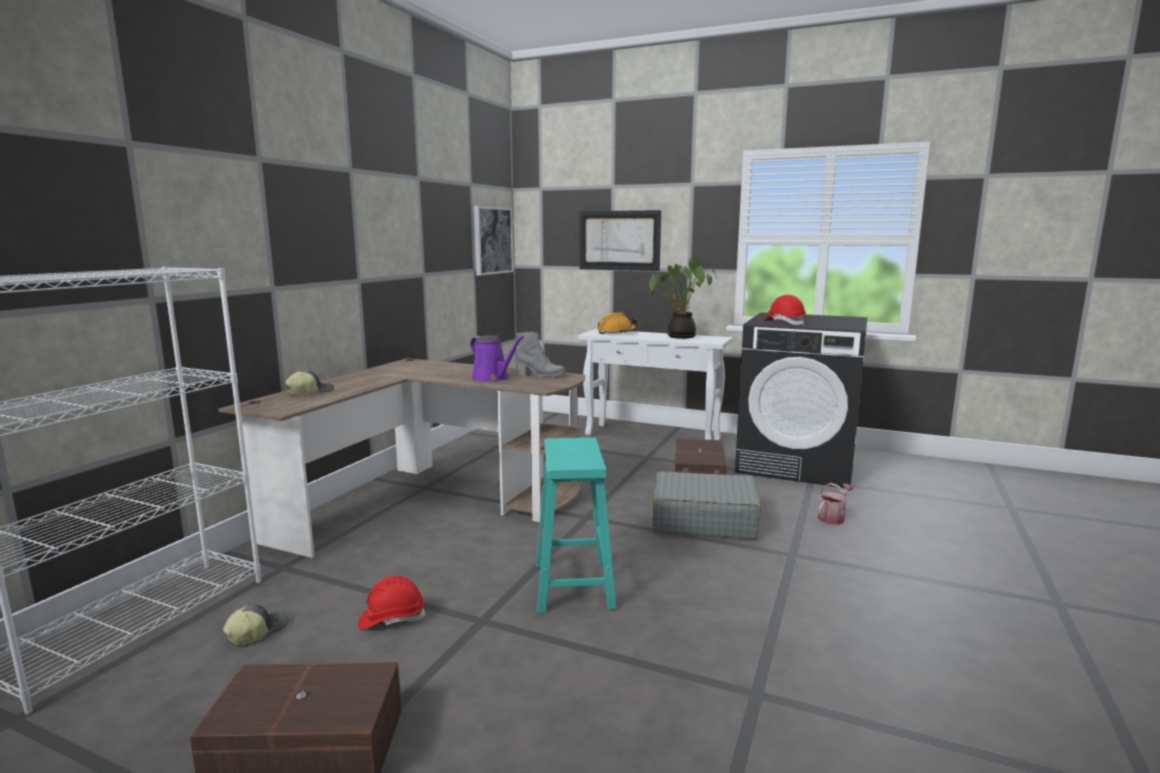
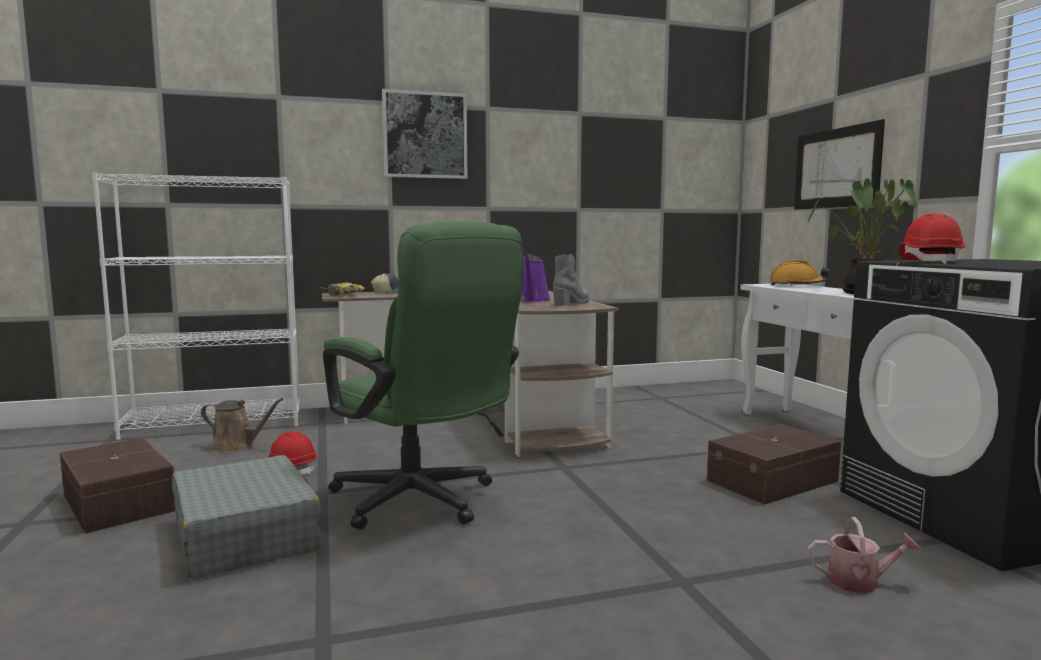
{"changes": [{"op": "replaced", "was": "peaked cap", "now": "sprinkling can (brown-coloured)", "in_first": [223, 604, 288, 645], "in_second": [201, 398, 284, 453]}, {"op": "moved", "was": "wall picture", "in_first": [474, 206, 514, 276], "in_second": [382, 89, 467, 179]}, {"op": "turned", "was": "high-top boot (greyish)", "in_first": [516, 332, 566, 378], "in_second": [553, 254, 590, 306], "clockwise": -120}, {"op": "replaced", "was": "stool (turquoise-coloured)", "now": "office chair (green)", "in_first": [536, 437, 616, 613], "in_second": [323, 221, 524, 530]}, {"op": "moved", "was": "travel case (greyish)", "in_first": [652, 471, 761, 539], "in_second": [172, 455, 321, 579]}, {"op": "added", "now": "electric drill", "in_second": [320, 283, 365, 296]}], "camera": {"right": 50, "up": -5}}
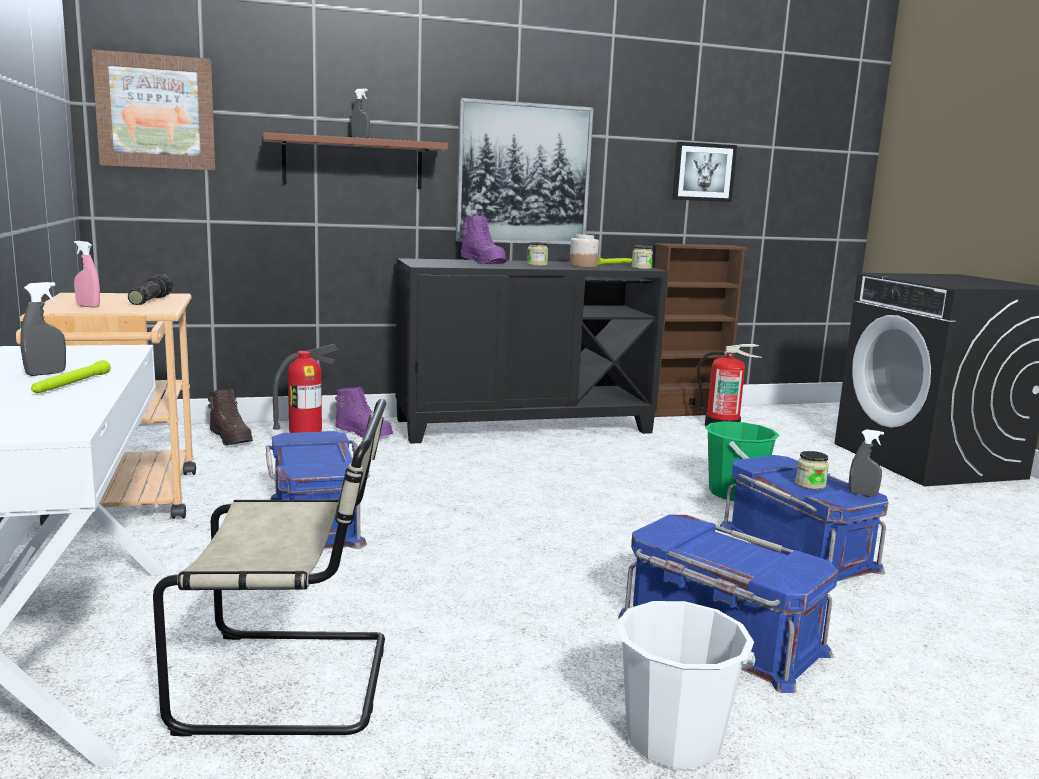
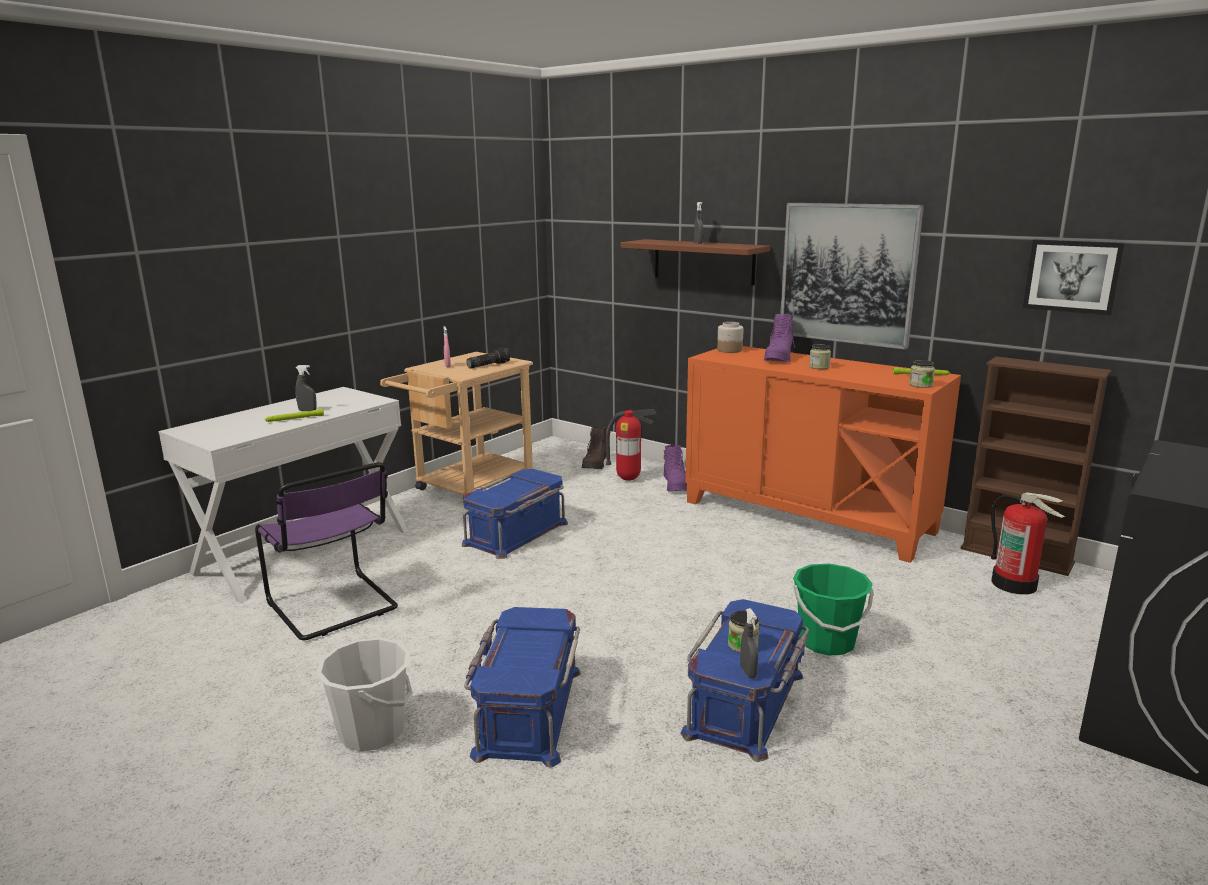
{"changes": [{"op": "removed", "was": "wall picture", "in_first": [92, 49, 215, 170]}, {"op": "recoloured", "was": "chair (beige)", "now": "chair (purple)", "in_first": [153, 399, 386, 736], "in_second": [255, 462, 398, 640]}, {"op": "recoloured", "was": "storage cabinet (black)", "now": "storage cabinet (orange)", "in_first": [396, 258, 668, 444], "in_second": [685, 346, 961, 563]}, {"op": "moved", "was": "preserve jar", "in_first": [570, 234, 599, 267], "in_second": [717, 322, 744, 353]}], "camera": {"right": 55, "up": 5}}
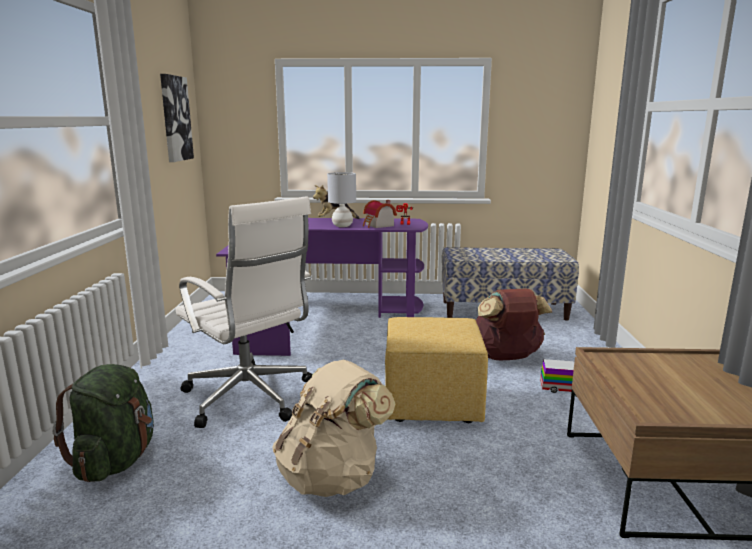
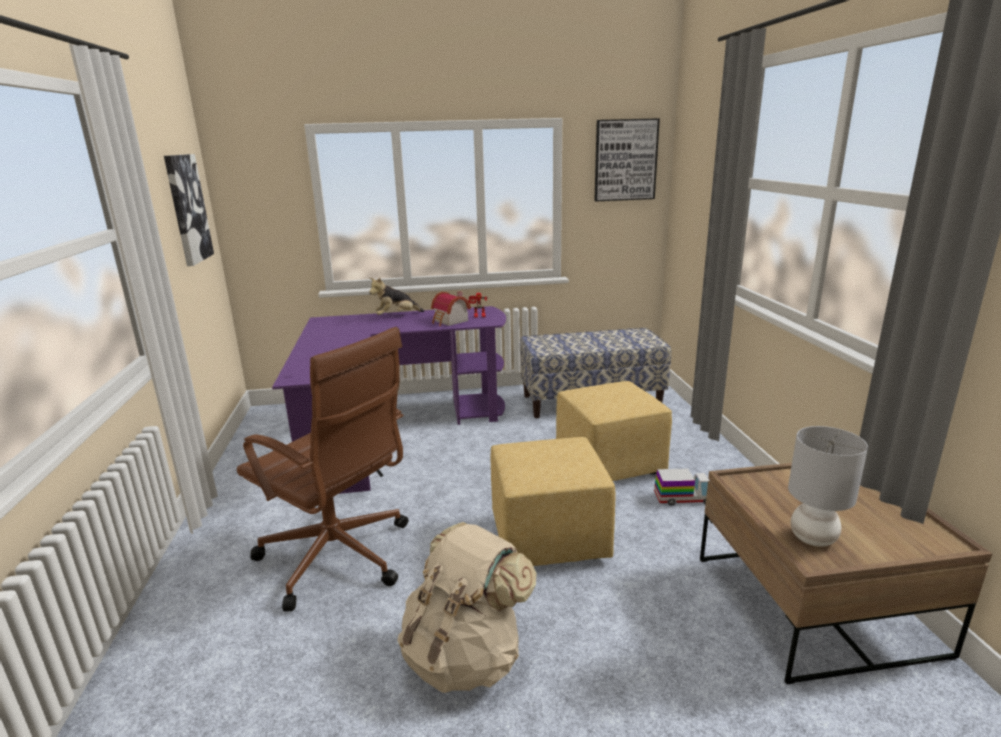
{"changes": [{"op": "removed", "was": "rucksack (green)", "in_first": [53, 364, 154, 482]}, {"op": "recoloured", "was": "office chair (whitish)", "now": "office chair (brown-coloured)", "in_first": [176, 196, 313, 428], "in_second": [237, 327, 408, 612]}, {"op": "moved", "was": "table lamp (greyish)", "in_first": [327, 172, 356, 227], "in_second": [788, 426, 868, 547]}, {"op": "replaced", "was": "rucksack (brown-coloured)", "now": "footrest (yellow)", "in_first": [476, 289, 552, 360], "in_second": [556, 381, 672, 481]}, {"op": "added", "now": "wall picture", "in_second": [594, 118, 660, 201]}], "camera": {"right": -10, "up": 5}}
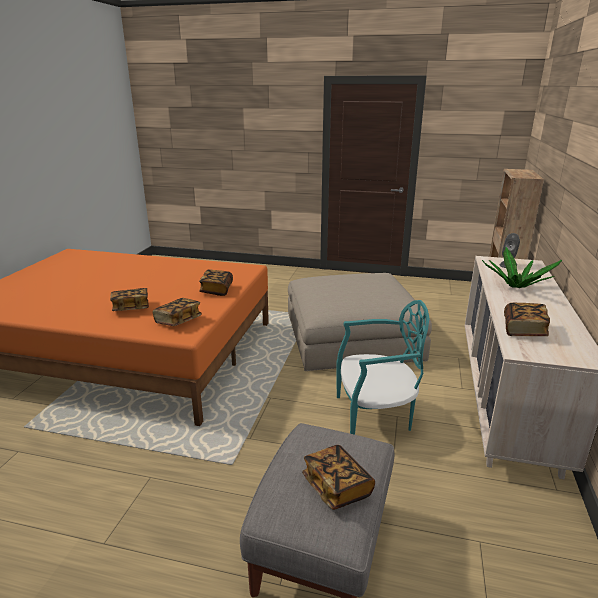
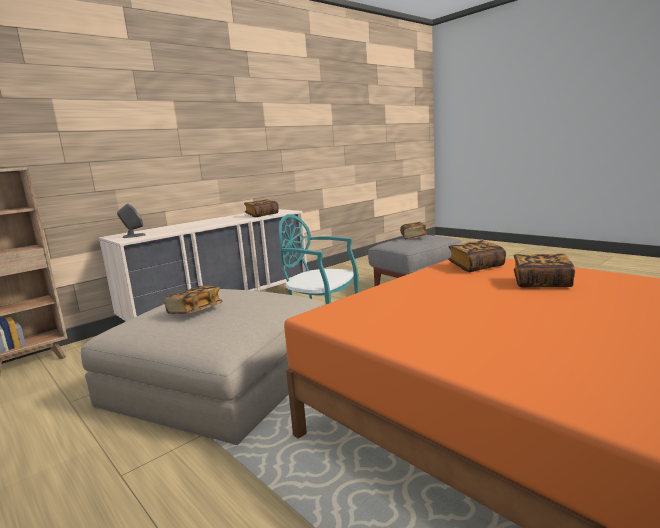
{"changes": [{"op": "moved", "was": "volume", "in_first": [199, 269, 233, 296], "in_second": [164, 286, 222, 314]}, {"op": "removed", "was": "houseplant", "in_first": [482, 247, 562, 288]}], "camera": {"right": -145, "up": -10}}
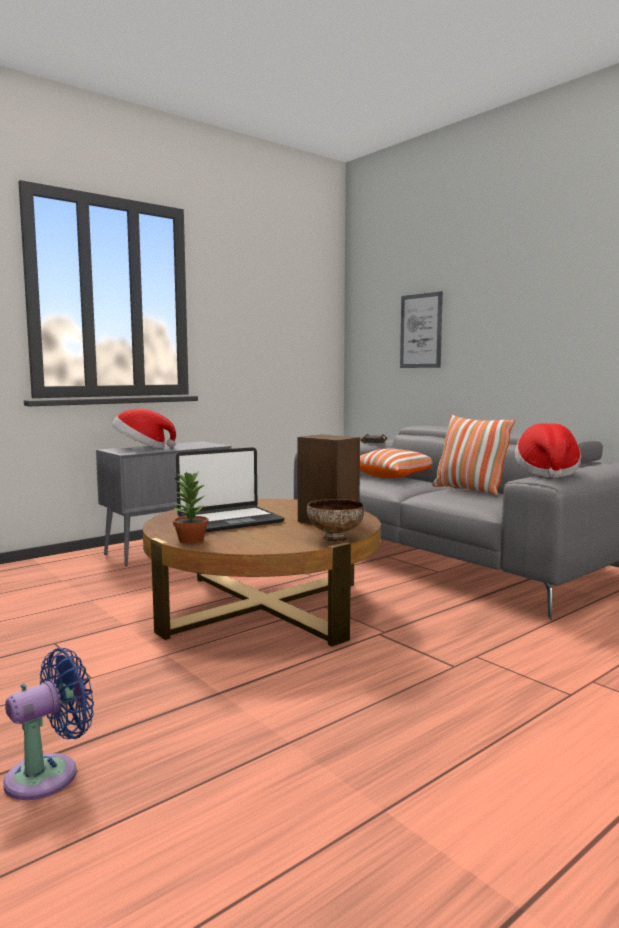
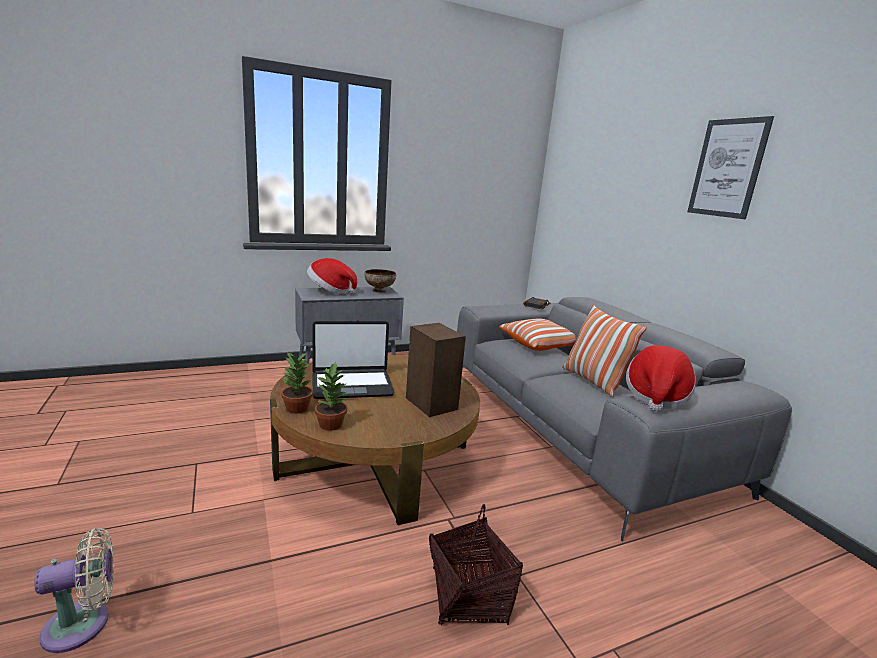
{"changes": [{"op": "recoloured", "was": "fan (bluish)", "now": "fan (beige)", "in_first": [3, 648, 94, 800], "in_second": [34, 528, 114, 653]}, {"op": "moved", "was": "serving bowl", "in_first": [307, 499, 364, 542], "in_second": [364, 269, 396, 293]}, {"op": "moved", "was": "wall picture", "in_first": [400, 291, 443, 368], "in_second": [687, 116, 774, 219]}, {"op": "added", "now": "houseplant", "in_second": [315, 362, 347, 431]}, {"op": "added", "now": "basket", "in_second": [429, 504, 523, 625]}], "camera": {"right": 15, "up": 10}}
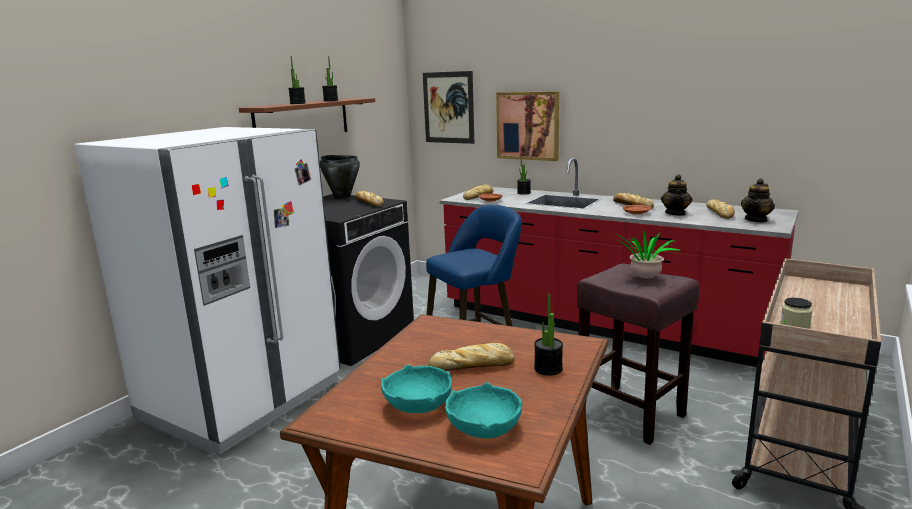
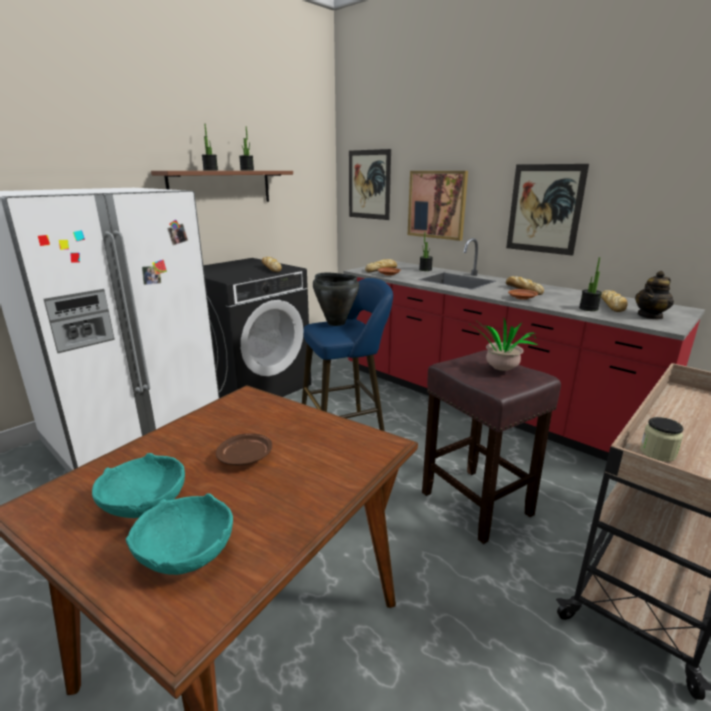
{"changes": [{"op": "moved", "was": "stockpot (black)", "in_first": [320, 155, 360, 199], "in_second": [313, 273, 359, 326]}, {"op": "replaced", "was": "baked bread", "now": "plate (brown-coloured)", "in_first": [428, 343, 515, 371], "in_second": [216, 434, 272, 466]}, {"op": "moved", "was": "houseplant", "in_first": [534, 293, 563, 376], "in_second": [579, 257, 602, 311]}, {"op": "removed", "was": "pot for tea", "in_first": [661, 174, 692, 216]}, {"op": "added", "now": "wall picture", "in_second": [506, 164, 589, 256]}], "camera": {"right": 10, "up": 5}}
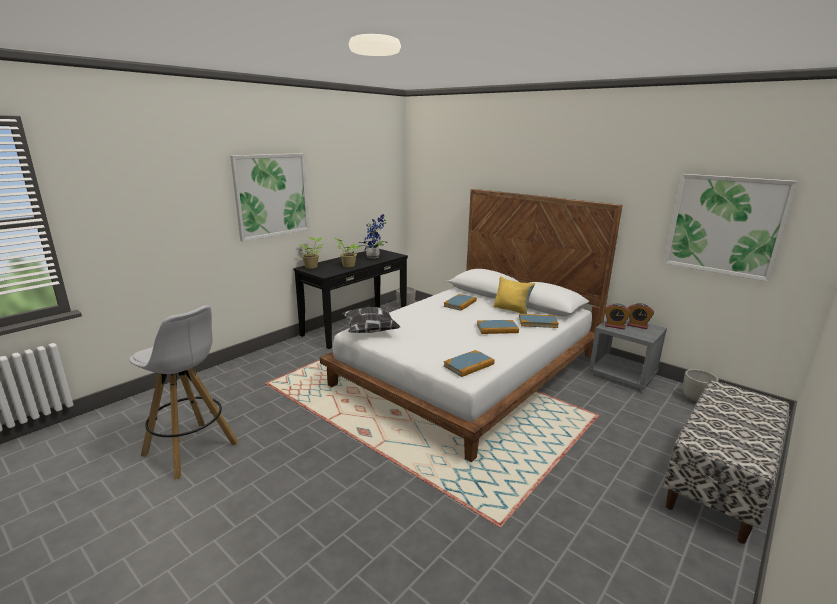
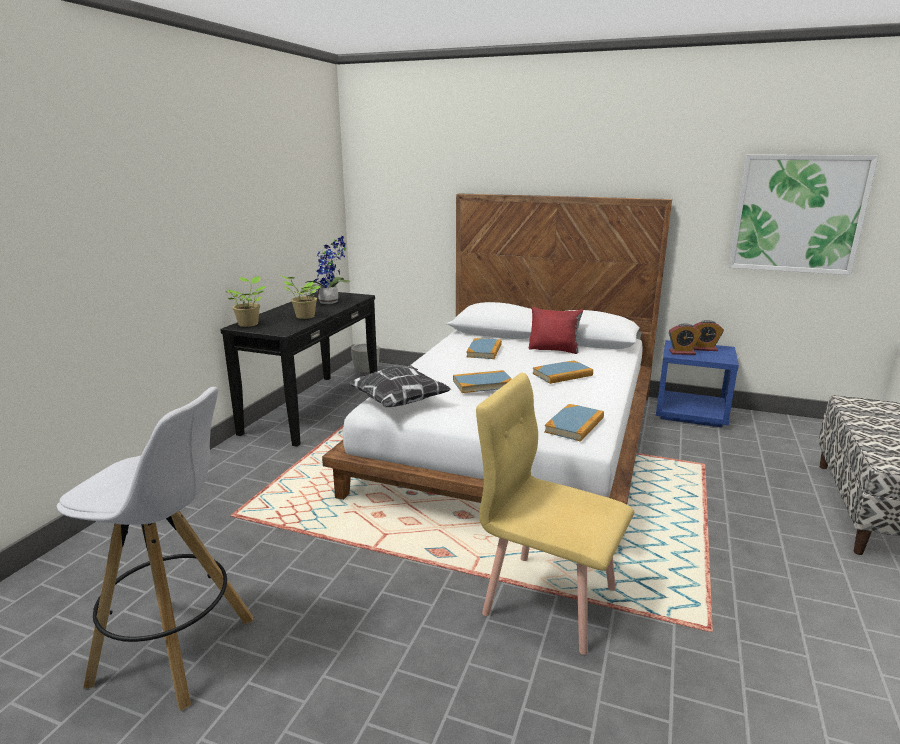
{"changes": [{"op": "removed", "was": "wall picture", "in_first": [230, 153, 310, 242]}, {"op": "recoloured", "was": "cushion (yellow)", "now": "cushion (red-coloured)", "in_first": [493, 276, 535, 314], "in_second": [529, 307, 583, 354]}, {"op": "moved", "was": "volume", "in_first": [519, 314, 559, 328], "in_second": [453, 370, 512, 393]}, {"op": "recoloured", "was": "bedside table (greyish)", "now": "bedside table (bluish)", "in_first": [589, 318, 667, 391], "in_second": [656, 340, 739, 427]}, {"op": "removed", "was": "flower pot (greyish)", "in_first": [683, 369, 719, 403]}, {"op": "added", "now": "chair (yellow)", "in_second": [476, 373, 634, 655]}], "camera": {"right": -20, "up": 0}}
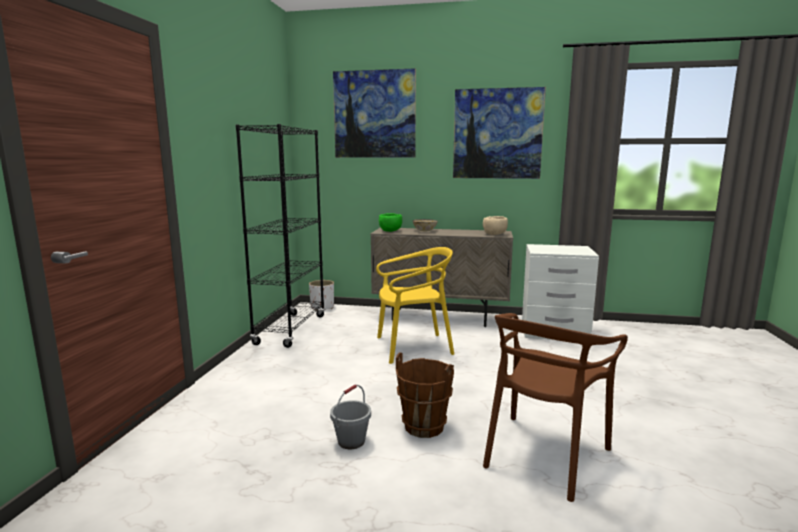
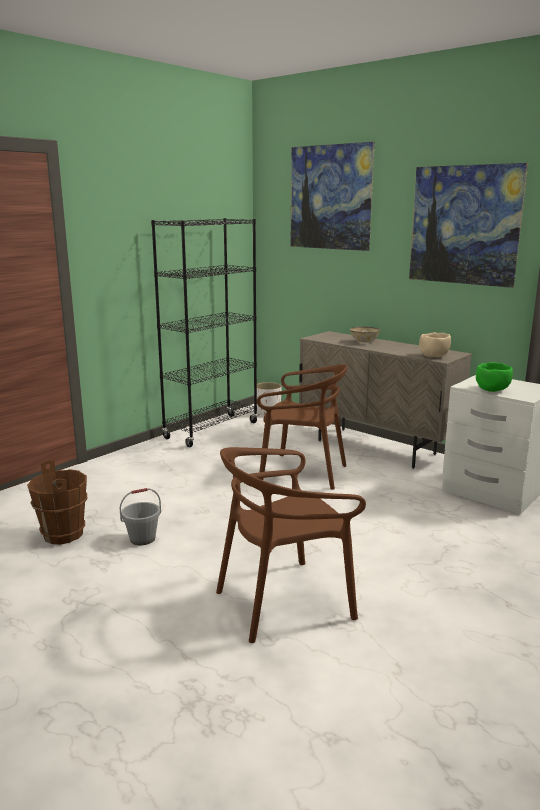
{"changes": [{"op": "recoloured", "was": "chair (yellow)", "now": "chair (brown-coloured)", "in_first": [376, 247, 454, 364], "in_second": [257, 364, 348, 490]}, {"op": "moved", "was": "serving bowl (green)", "in_first": [379, 213, 402, 232], "in_second": [476, 362, 513, 392]}, {"op": "moved", "was": "pail (brown-coloured)", "in_first": [396, 352, 454, 438], "in_second": [27, 459, 87, 544]}], "camera": {"right": 30, "up": 5}}
